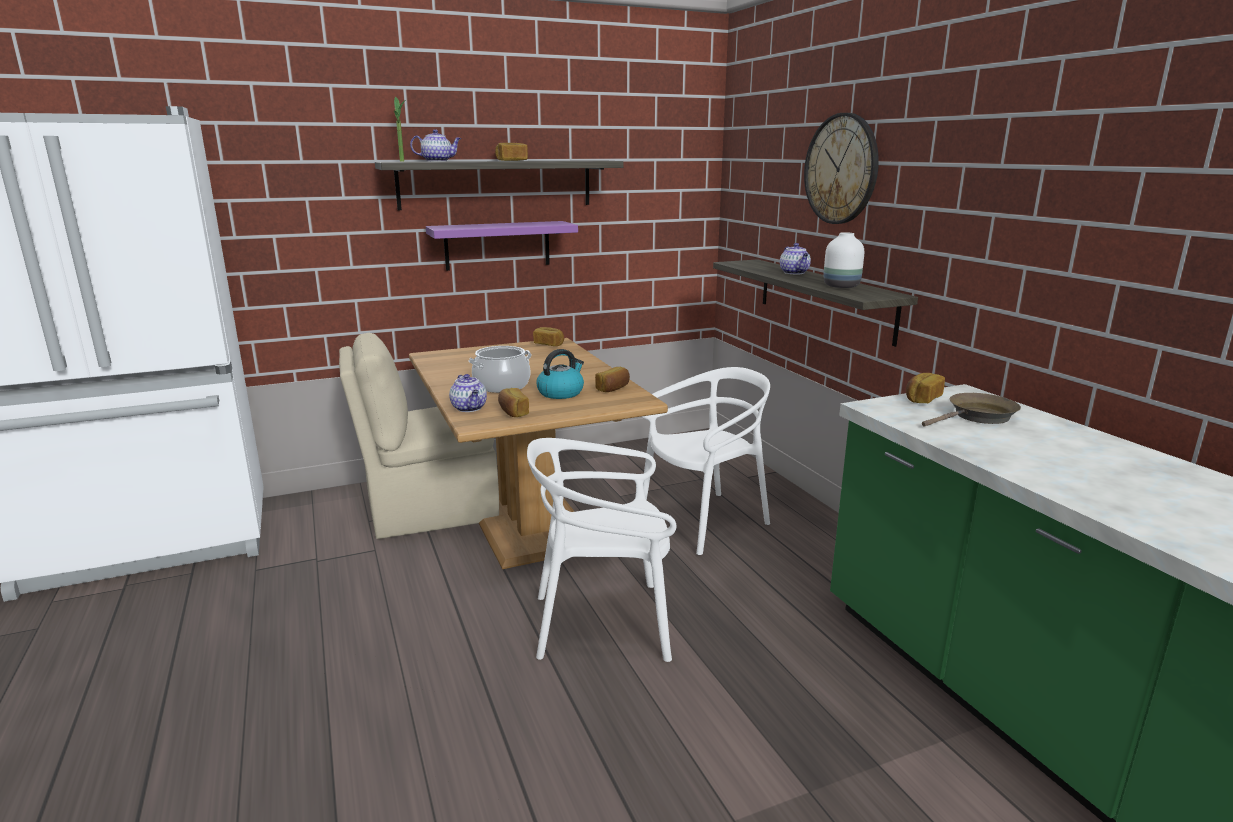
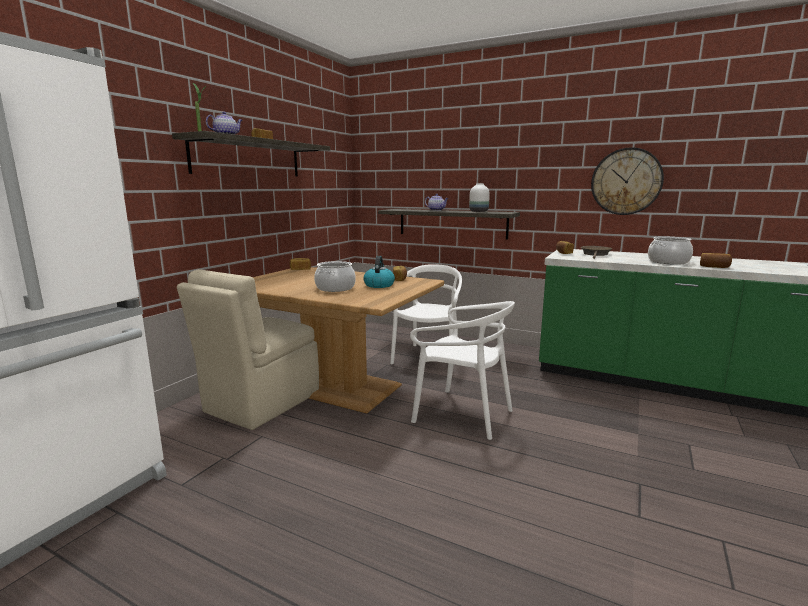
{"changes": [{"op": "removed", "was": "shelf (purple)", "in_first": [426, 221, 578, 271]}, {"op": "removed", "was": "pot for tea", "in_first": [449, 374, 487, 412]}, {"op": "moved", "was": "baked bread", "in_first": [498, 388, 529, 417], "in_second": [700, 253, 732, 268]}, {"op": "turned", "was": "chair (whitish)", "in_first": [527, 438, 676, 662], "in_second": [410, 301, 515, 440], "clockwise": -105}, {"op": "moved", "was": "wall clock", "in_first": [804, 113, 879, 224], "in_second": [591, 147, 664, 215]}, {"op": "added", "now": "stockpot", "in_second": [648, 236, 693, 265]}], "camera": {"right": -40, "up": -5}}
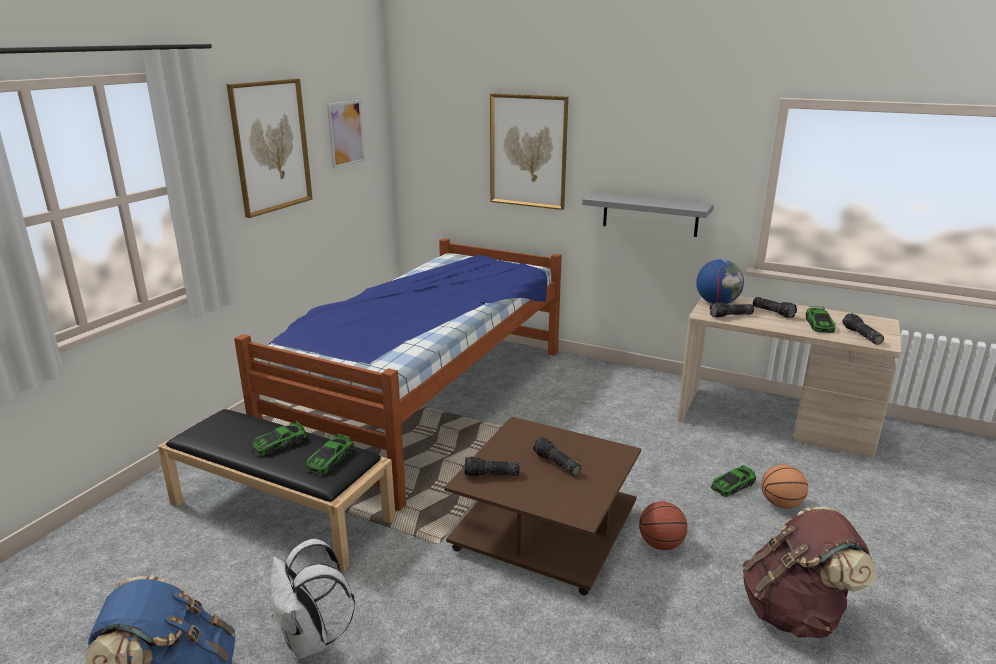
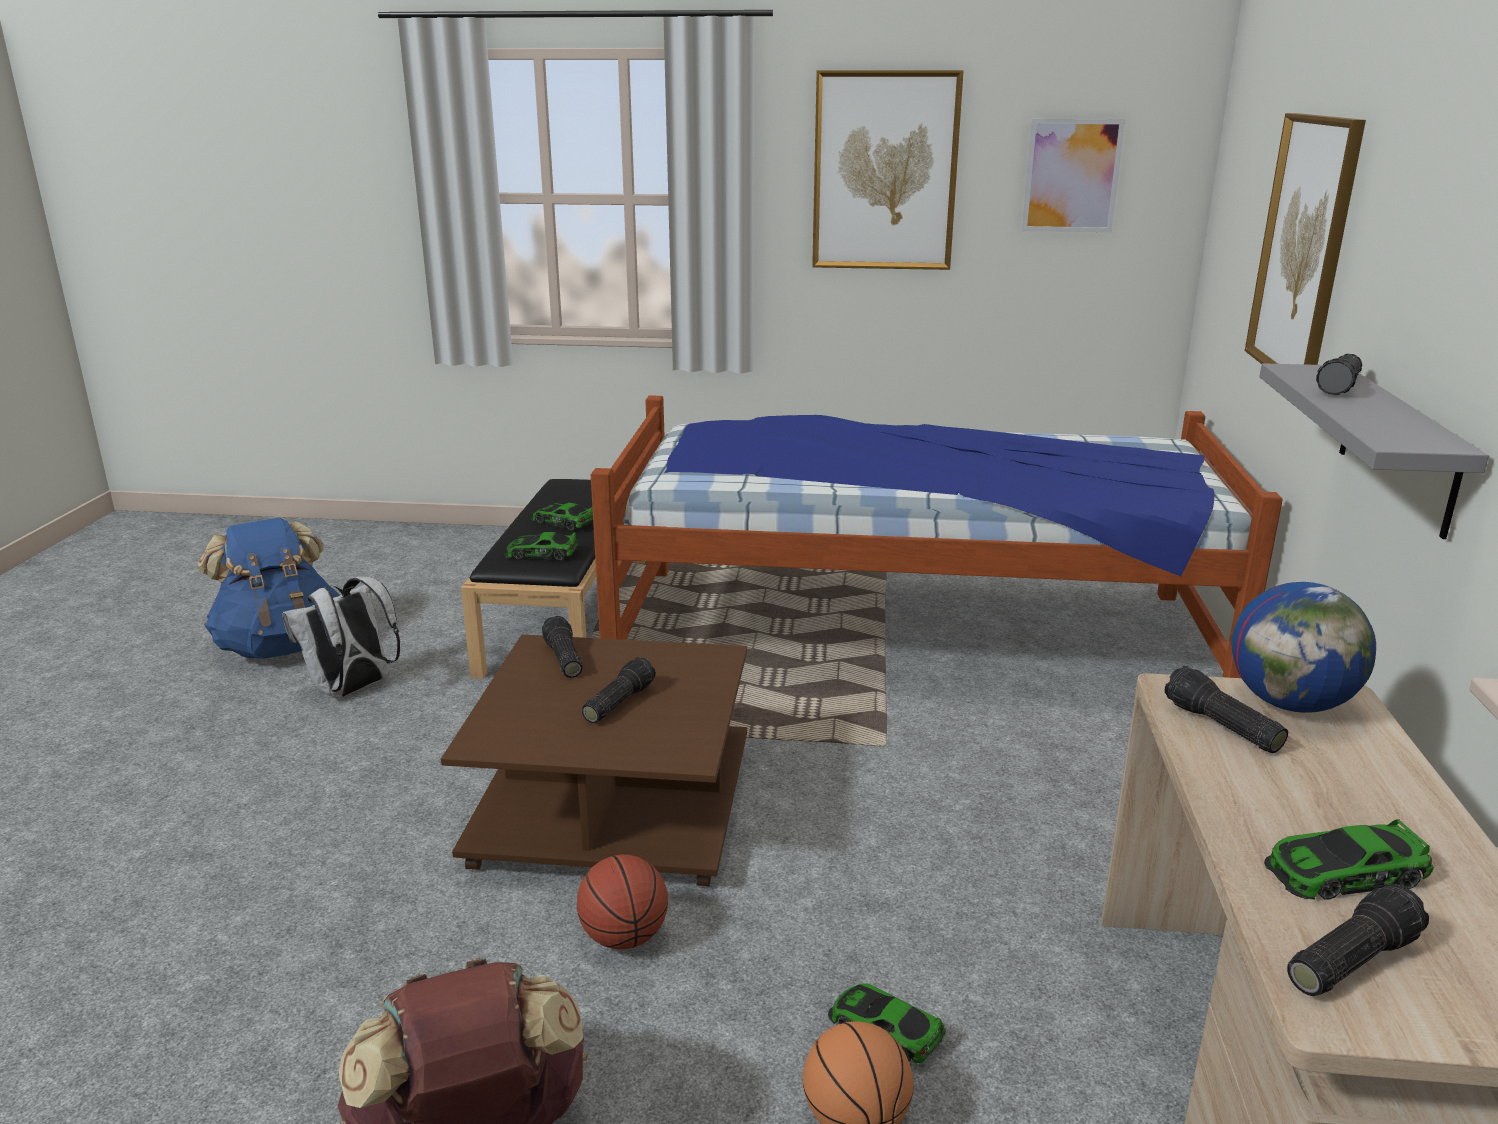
{"changes": [{"op": "moved", "was": "torch", "in_first": [753, 297, 797, 318], "in_second": [1316, 354, 1362, 395]}], "camera": {"right": 70, "up": 0}}
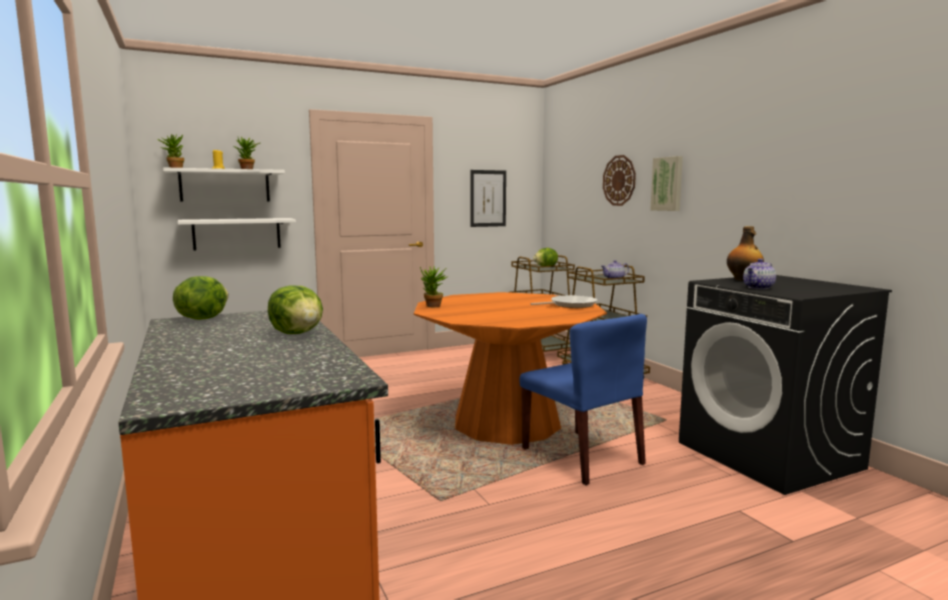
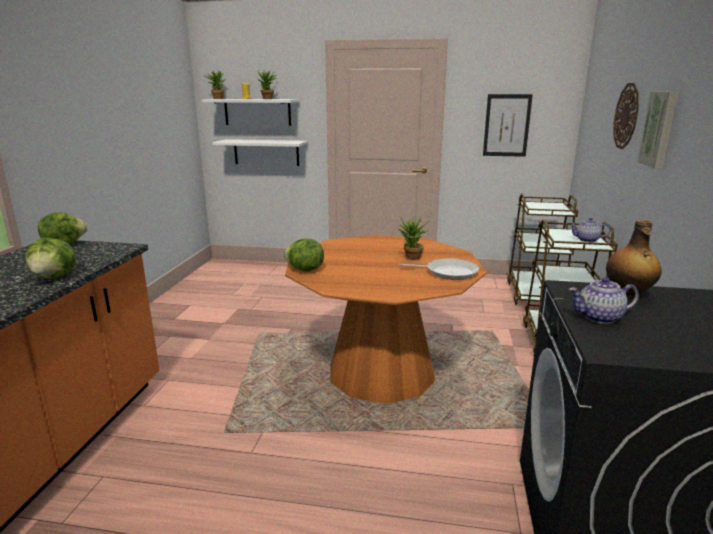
{"changes": [{"op": "moved", "was": "houseplant", "in_first": [420, 266, 449, 307], "in_second": [398, 217, 430, 260]}, {"op": "removed", "was": "chair (bluish)", "in_first": [519, 314, 647, 485]}, {"op": "moved", "was": "lettuce head", "in_first": [533, 248, 558, 266], "in_second": [284, 239, 324, 272]}], "camera": {"right": 35, "up": 10}}
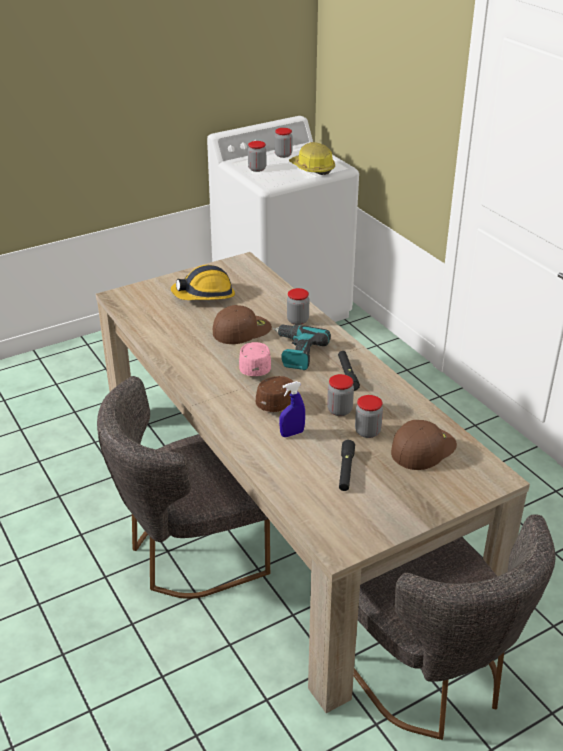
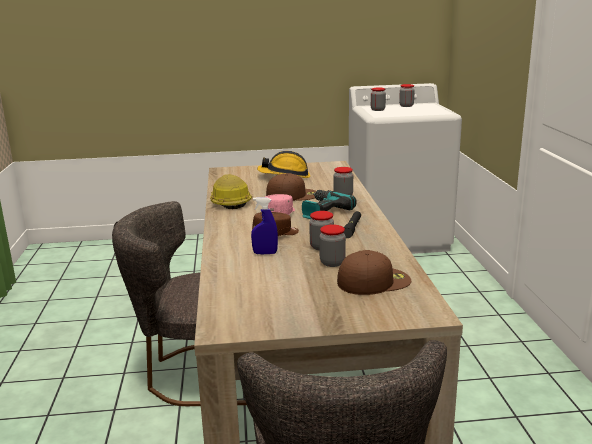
{"changes": [{"op": "moved", "was": "safety helmet", "in_first": [289, 142, 335, 175], "in_second": [210, 174, 252, 209]}, {"op": "removed", "was": "torch (black)", "in_first": [339, 440, 355, 491]}], "camera": {"right": 25, "up": -15}}
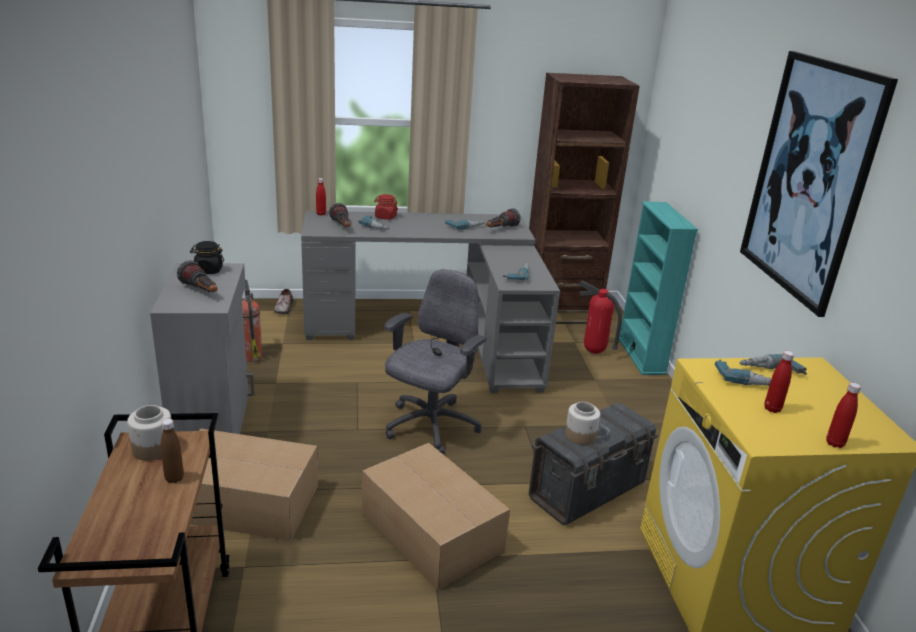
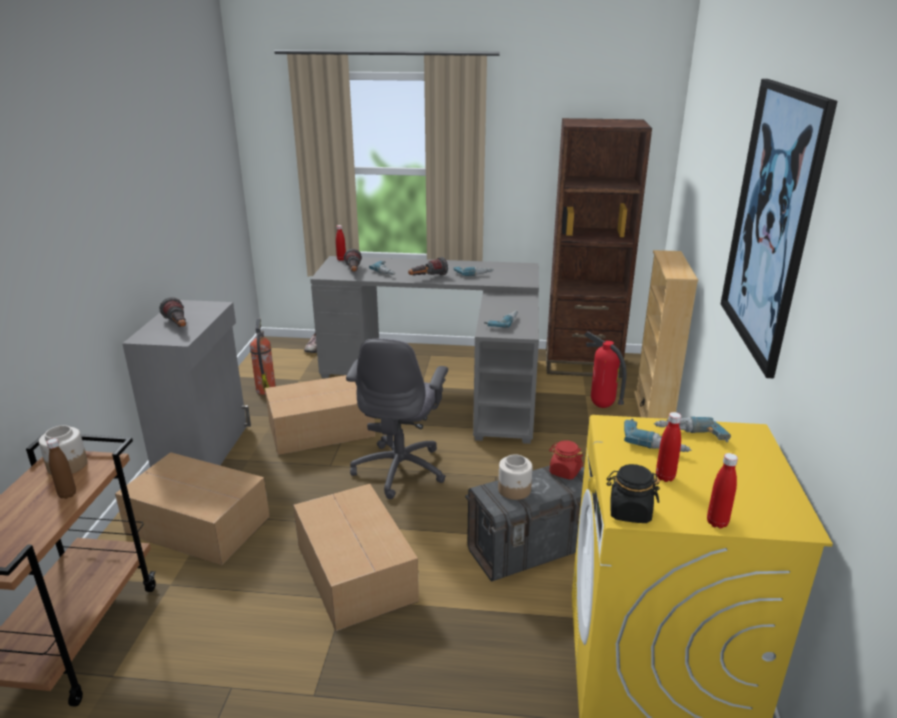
{"changes": [{"op": "moved", "was": "preserve jar (black)", "in_first": [190, 241, 224, 274], "in_second": [607, 464, 660, 523]}, {"op": "moved", "was": "preserve jar (red-coloured)", "in_first": [374, 194, 398, 220], "in_second": [549, 440, 583, 480]}, {"op": "turned", "was": "office chair (greyish)", "in_first": [384, 269, 487, 455], "in_second": [346, 339, 448, 499], "clockwise": 150}, {"op": "moved", "was": "torch", "in_first": [486, 208, 520, 227], "in_second": [408, 257, 448, 275]}, {"op": "recoloured", "was": "bookcase (turquoise-coloured)", "now": "bookcase (beige)", "in_first": [619, 201, 698, 375], "in_second": [634, 250, 698, 419]}, {"op": "added", "now": "cardboard box", "in_second": [265, 375, 375, 455]}], "camera": {"right": 15, "up": 0}}
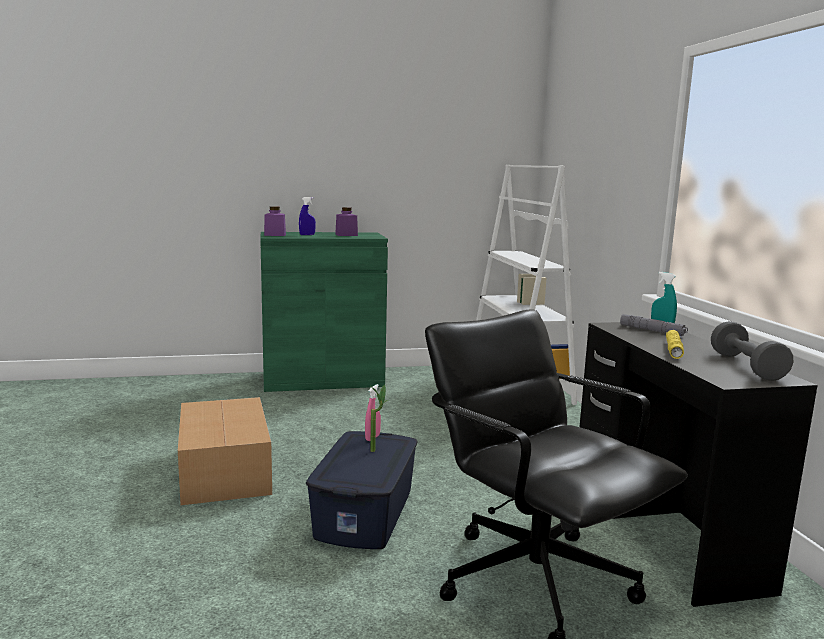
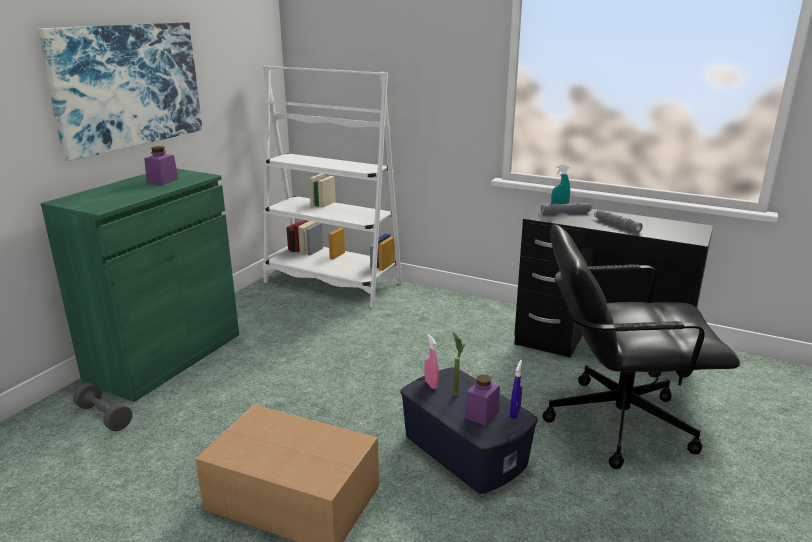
{"changes": [{"op": "moved", "was": "preserve jar (purple)", "in_first": [264, 206, 286, 236], "in_second": [464, 375, 500, 426]}, {"op": "moved", "was": "hand sprayer (bluish)", "in_first": [299, 197, 316, 235], "in_second": [510, 360, 522, 419]}, {"op": "recoloured", "was": "torch (yellow)", "now": "torch (greyish)", "in_first": [666, 330, 684, 359], "in_second": [594, 210, 643, 232]}, {"op": "moved", "was": "free weight (greyish)", "in_first": [711, 321, 793, 381], "in_second": [73, 382, 133, 431]}, {"op": "added", "now": "wall picture", "in_second": [37, 22, 202, 161]}], "camera": {"right": -50, "up": 10}}
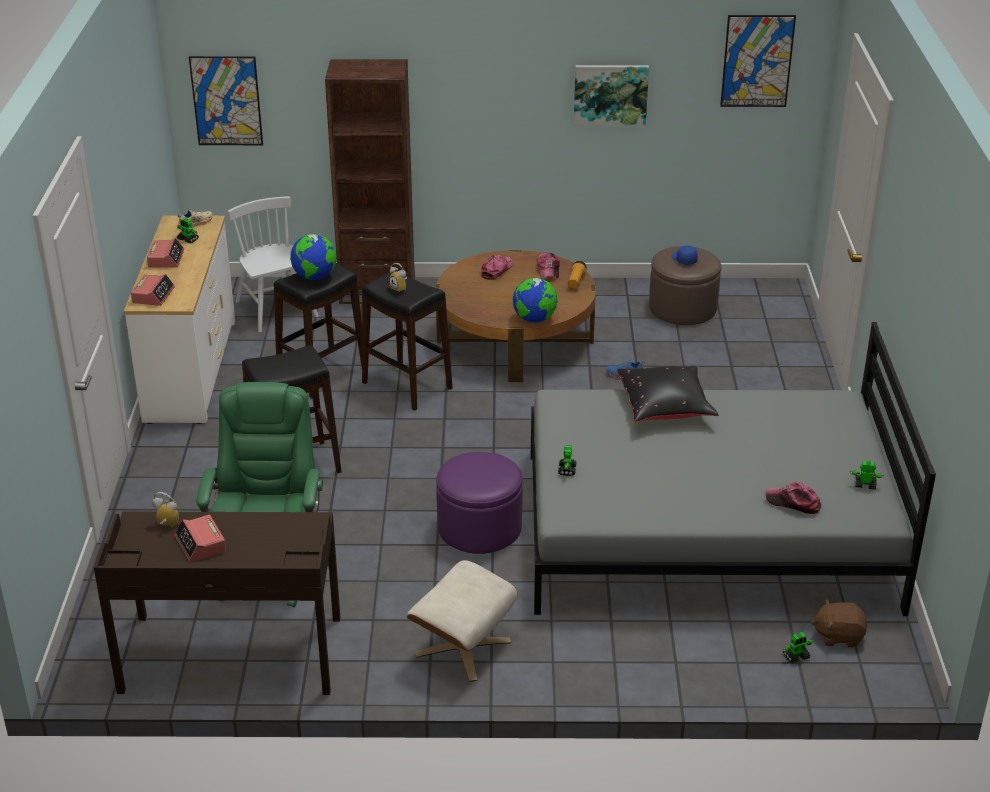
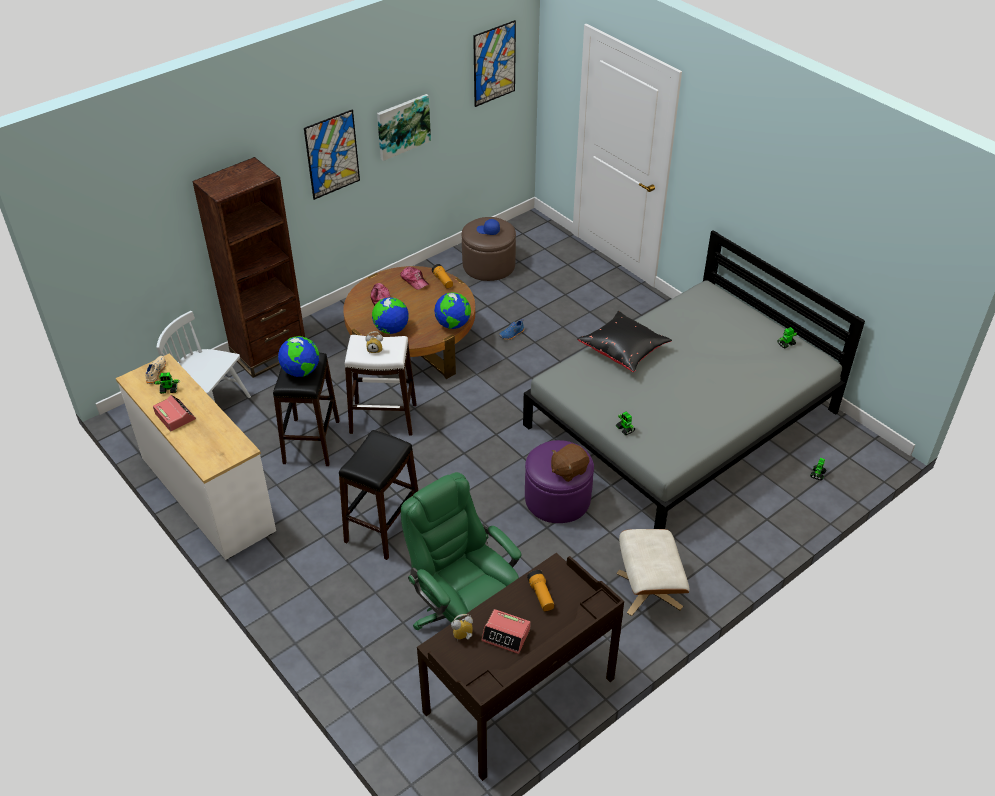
{"changes": [{"op": "removed", "was": "bedside clock", "in_first": [131, 274, 175, 306]}, {"op": "moved", "was": "wall picture", "in_first": [189, 56, 263, 145], "in_second": [304, 110, 360, 200]}, {"op": "recoloured", "was": "stool (black)", "now": "stool (whitish)", "in_first": [362, 270, 453, 411], "in_second": [345, 335, 417, 436]}, {"op": "removed", "was": "peaked cap", "in_first": [765, 482, 821, 514]}, {"op": "moved", "was": "soft toy (brown-coloured)", "in_first": [811, 599, 867, 647], "in_second": [551, 443, 589, 482]}, {"op": "added", "now": "desk globe", "in_second": [372, 297, 409, 334]}, {"op": "added", "now": "torch", "in_second": [527, 570, 554, 611]}], "camera": {"right": -40, "up": 10}}
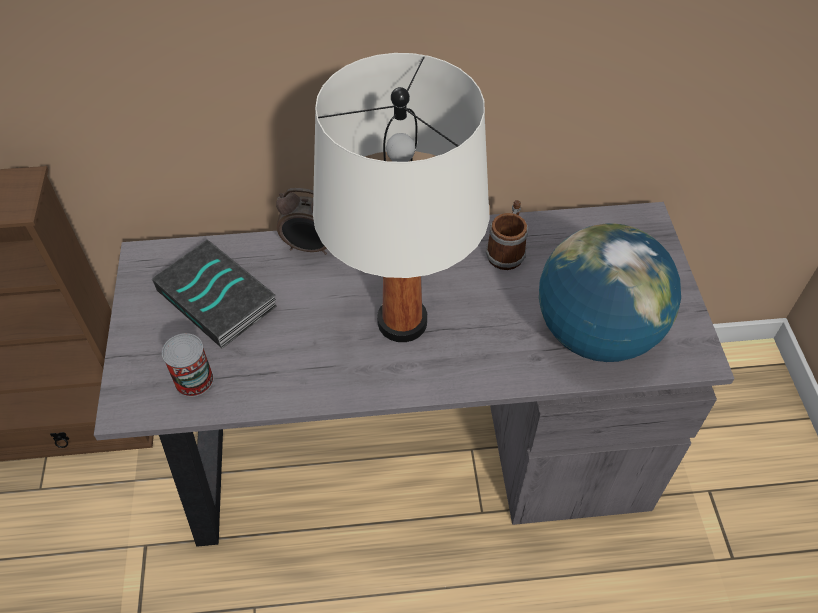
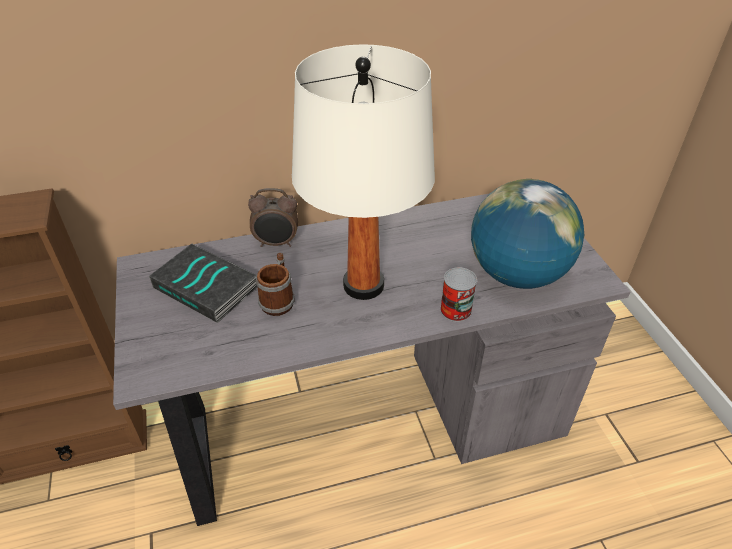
{"changes": [{"op": "moved", "was": "sealed can", "in_first": [162, 333, 214, 397], "in_second": [440, 267, 477, 322]}, {"op": "moved", "was": "tea mug", "in_first": [486, 200, 528, 270], "in_second": [256, 253, 295, 316]}], "camera": {"right": -10, "up": -10}}
